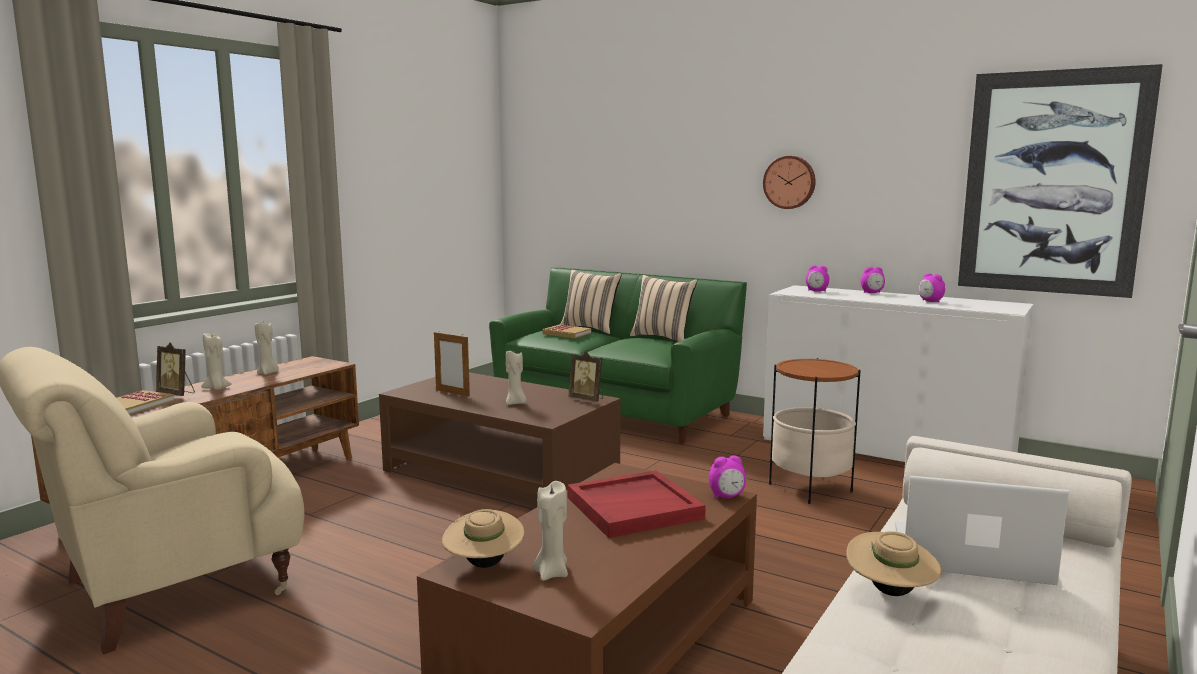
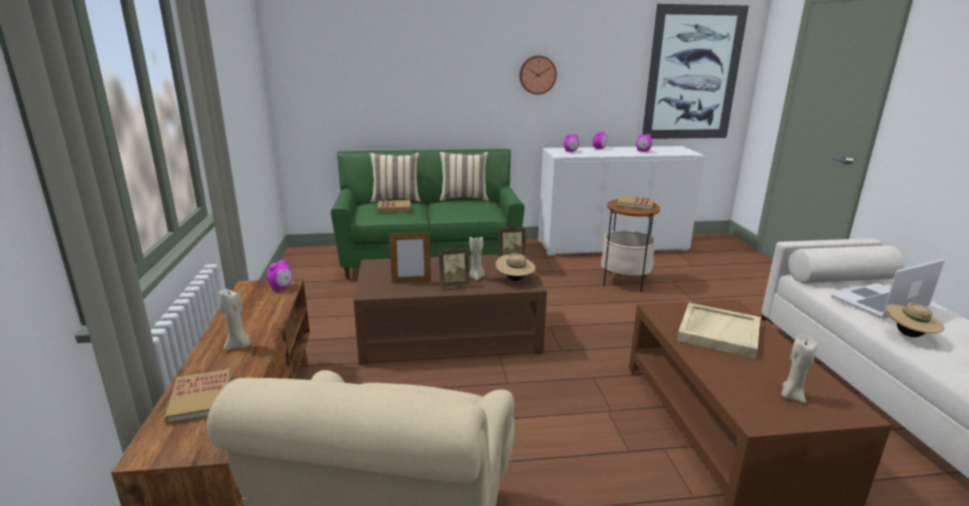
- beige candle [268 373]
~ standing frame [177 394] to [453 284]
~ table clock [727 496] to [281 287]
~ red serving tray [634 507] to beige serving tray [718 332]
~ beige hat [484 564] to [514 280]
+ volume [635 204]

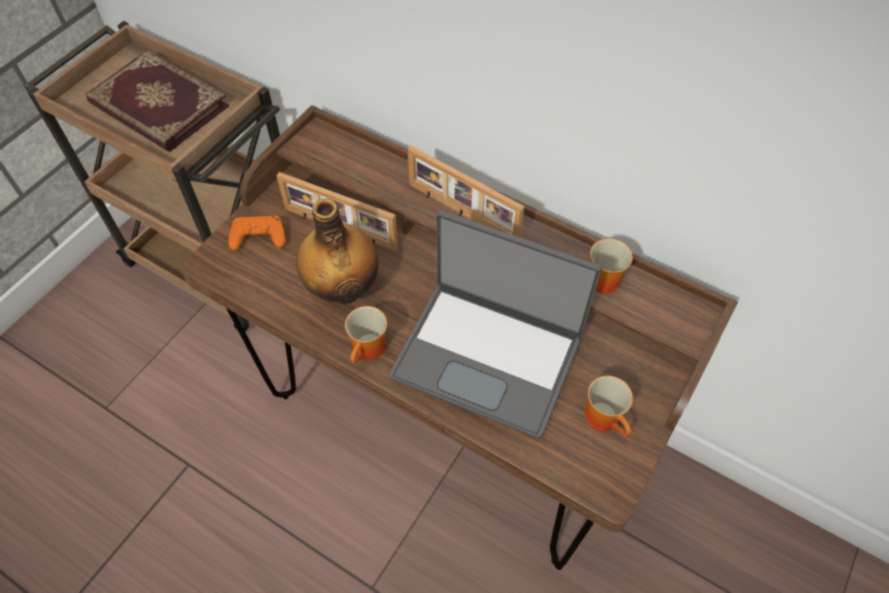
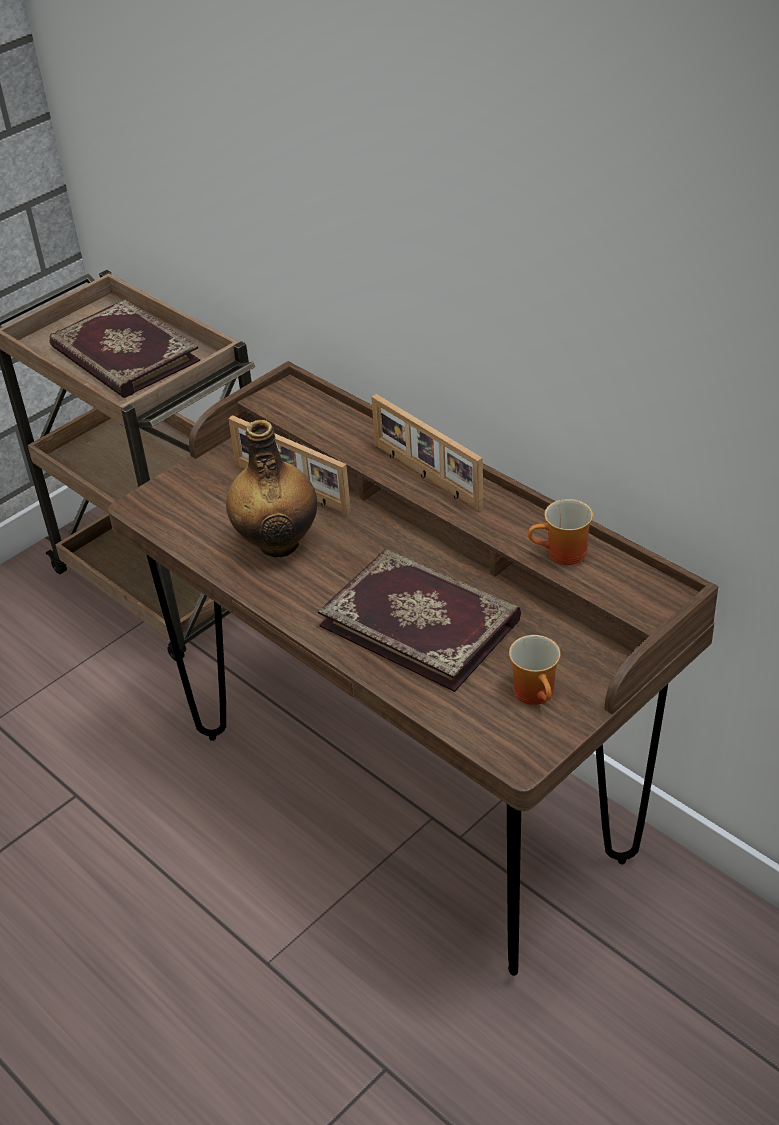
~ notebook computer [488 356] to volume [421 621]
- orange-coloured joypad [259 237]
- coffee mug [370 350]

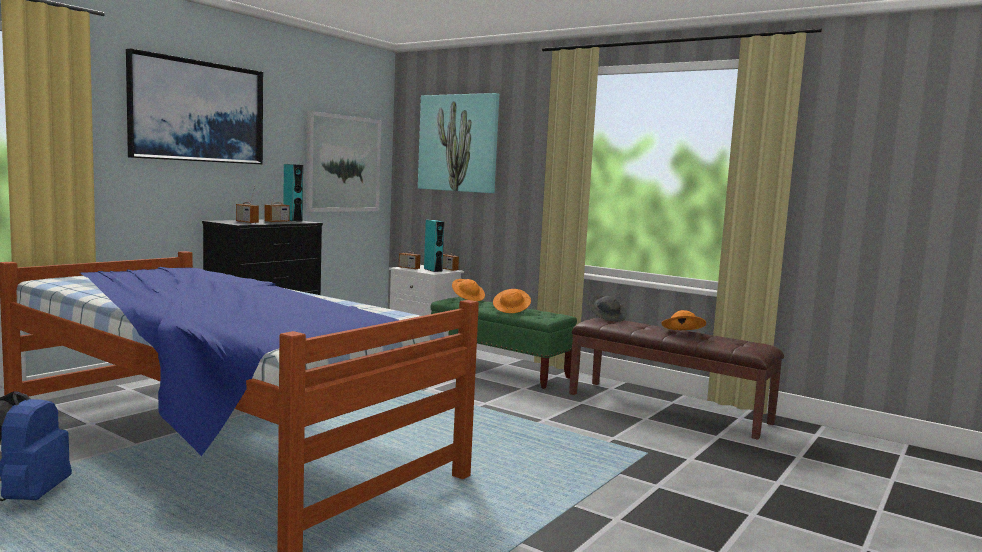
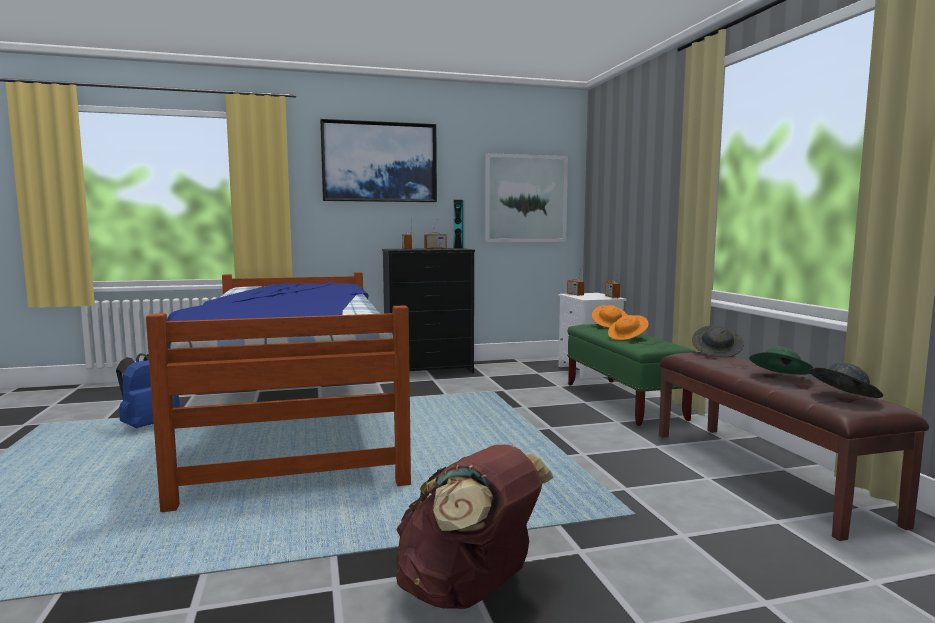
- wall art [459 143]
- turquoise-coloured audio speaker [433 270]
~ orange-coloured hat [682 334] to green hat [779 377]
+ gray hat [842 398]
+ brown-coloured rucksack [469 592]

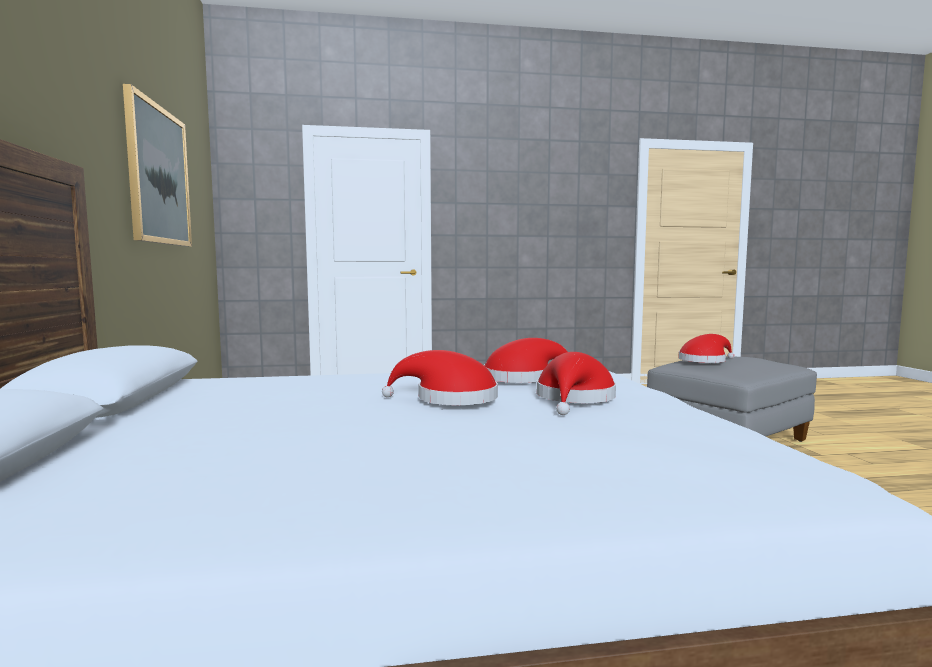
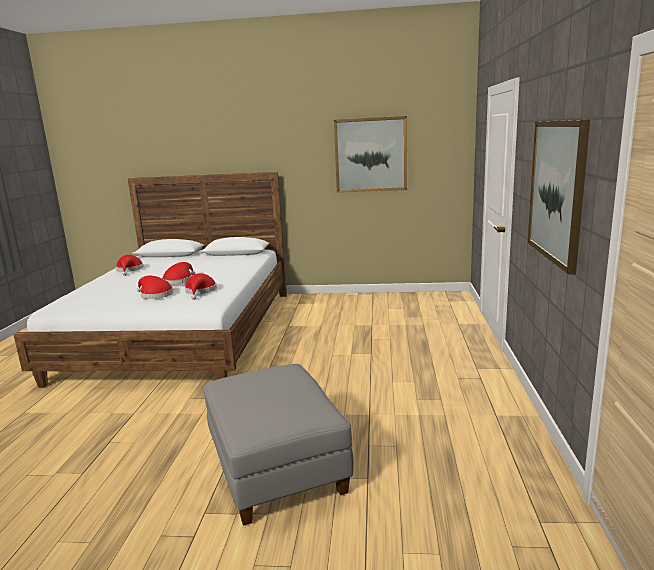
~ red hat [704 360] to [129 270]
+ wall art [557 191]

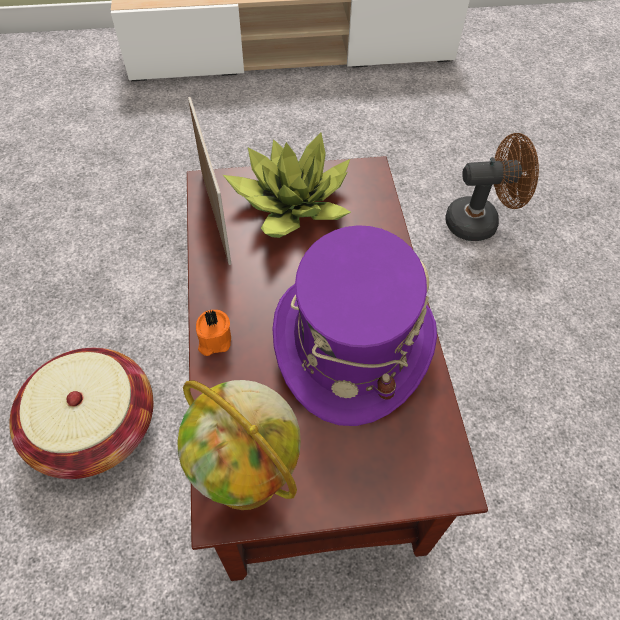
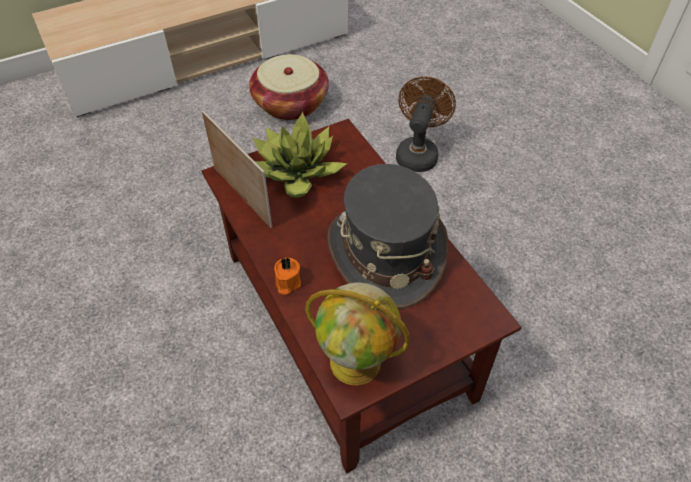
~ brown-coloured electric fan [479 222] = [418 153] 45 degrees counterclockwise
~ purple hat [351 343] to gray hat [385 253]
~ storage basket [95 426] to [290 104]

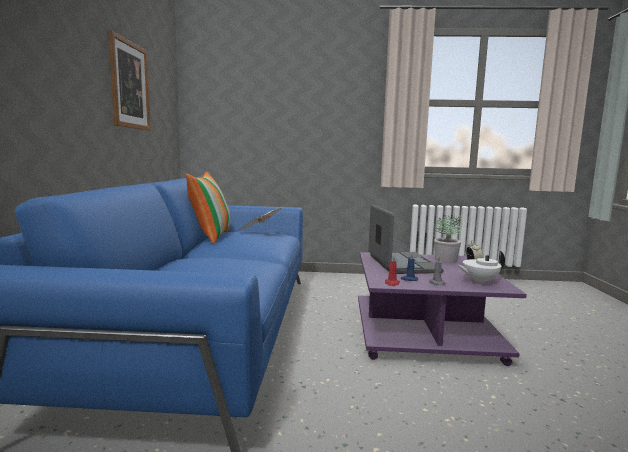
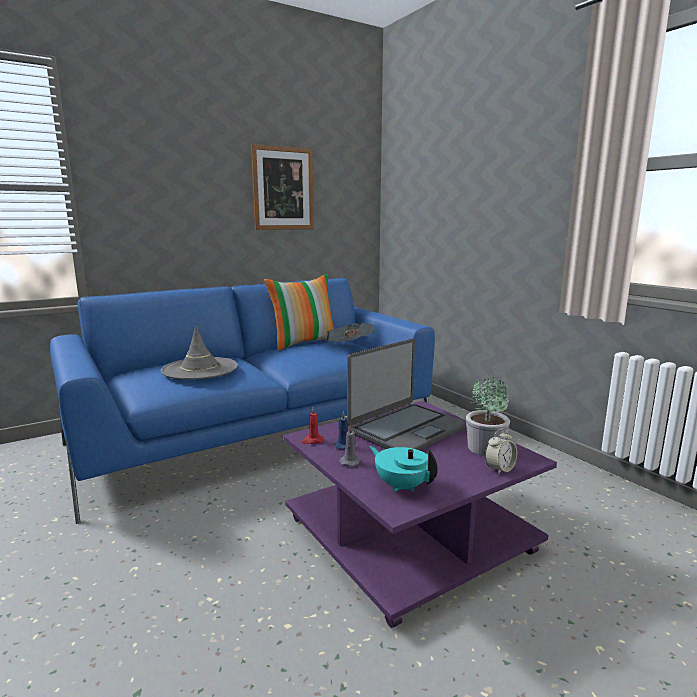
~ white-coloured tea pot [479 281] to turquoise-coloured tea pot [402 486]
+ gray hat [200 369]

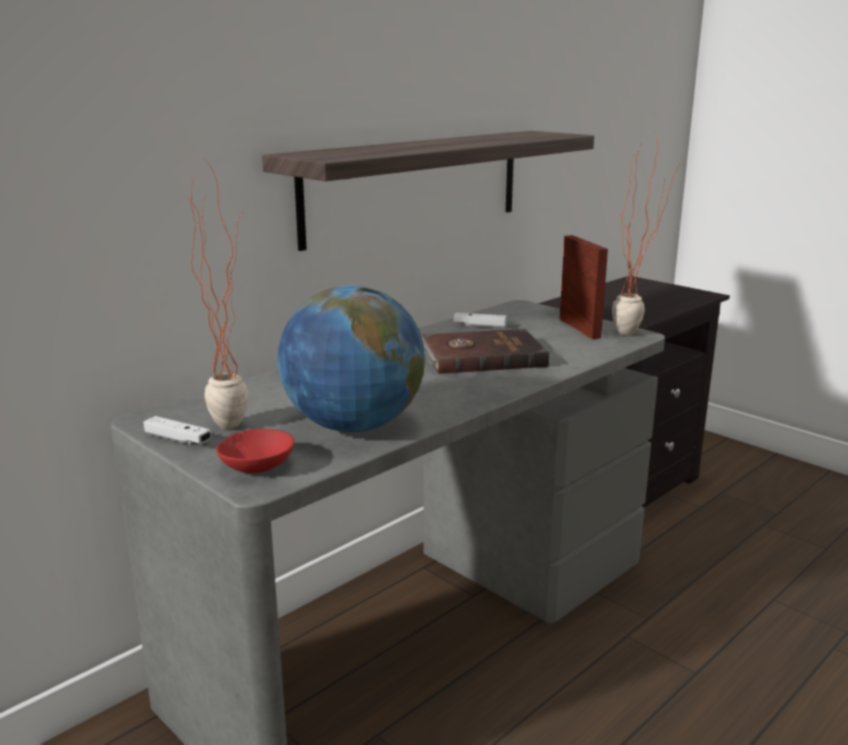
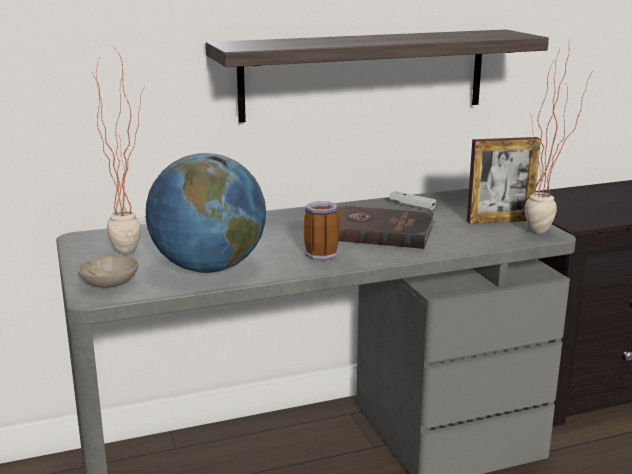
~ standing frame [579 328] = [499 220] 75 degrees clockwise
- white-coloured joypad [178 439]
~ red deep dish [258 466] to beige deep dish [110 284]
+ coffee mug [319 253]

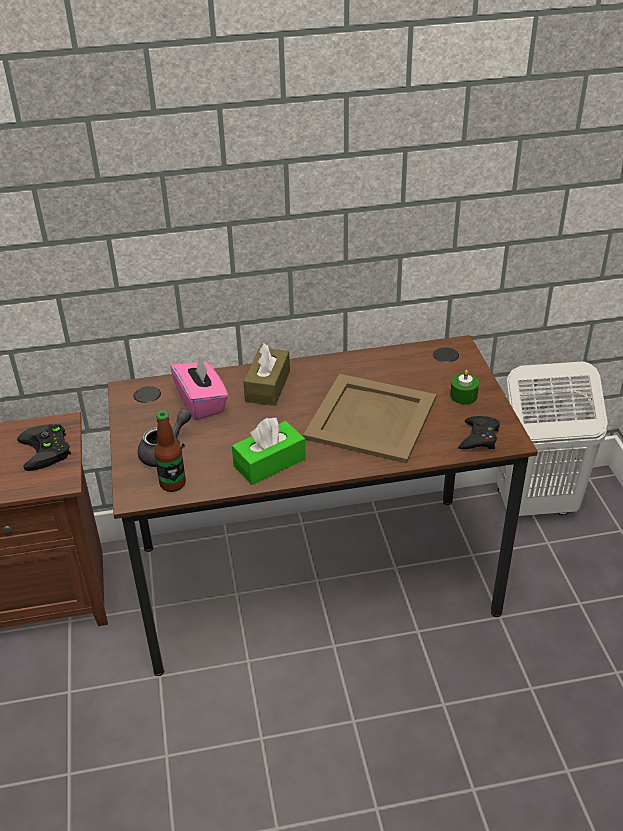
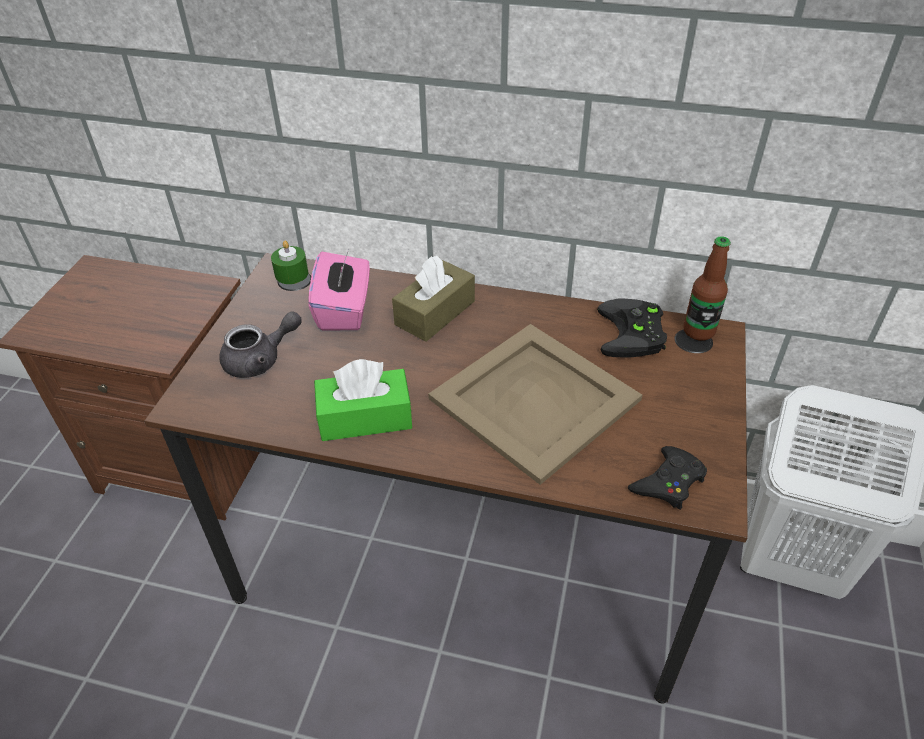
~ green candle [463 396] to [291 273]
~ drink bottle [173 484] to [698 331]
~ black-coloured joypad [47 450] to [634 335]

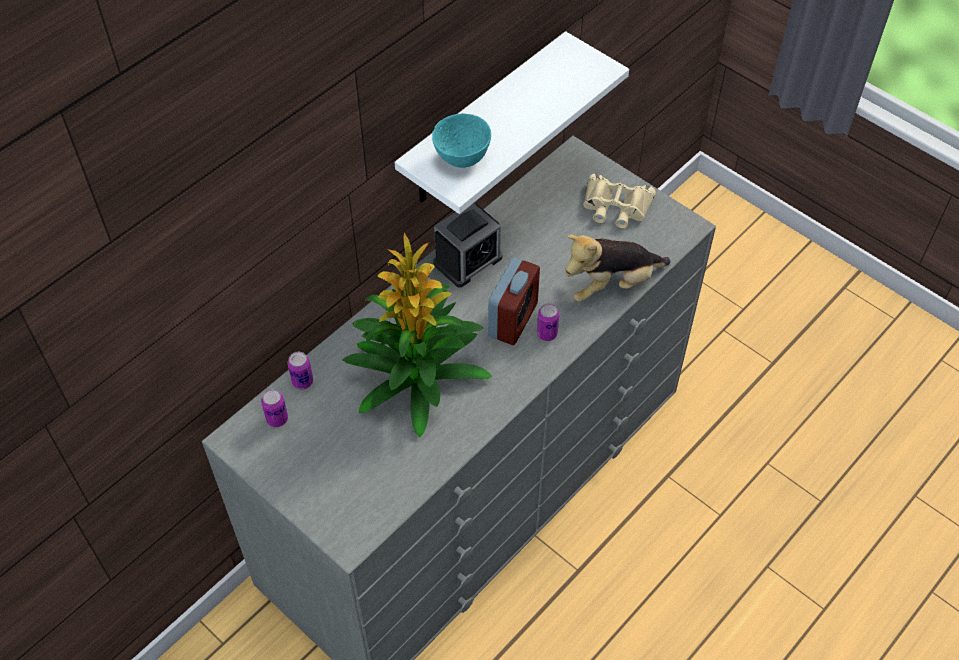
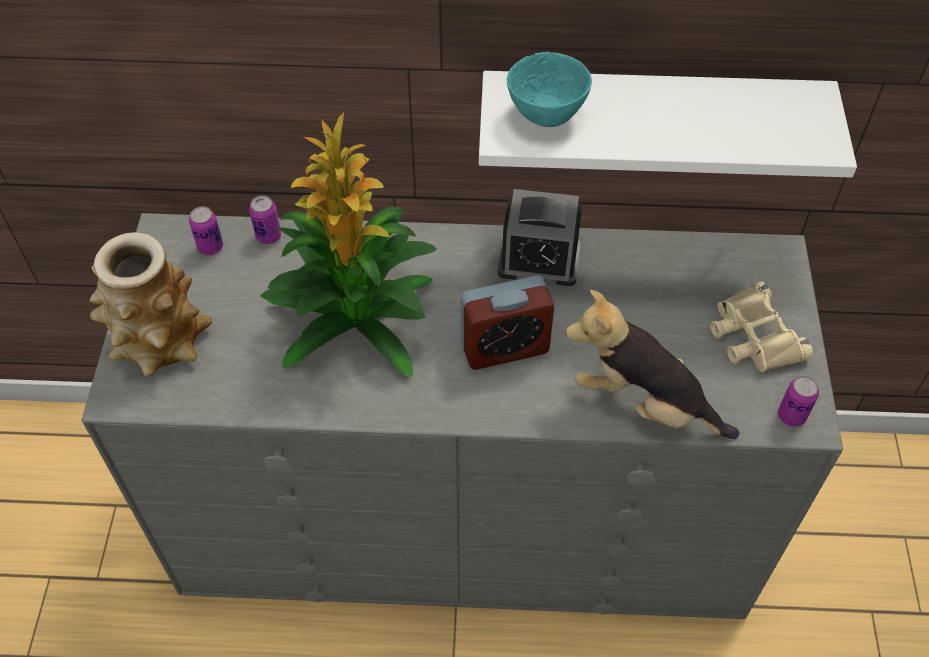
~ metal can [547 334] to [791 415]
+ vase [159 341]

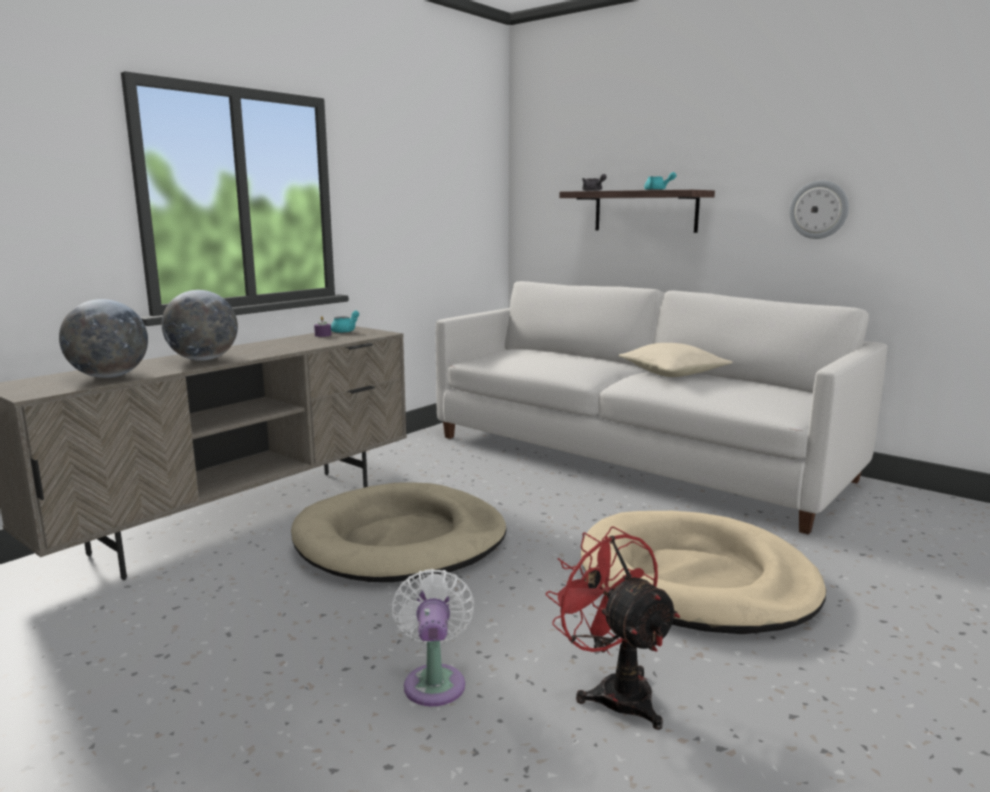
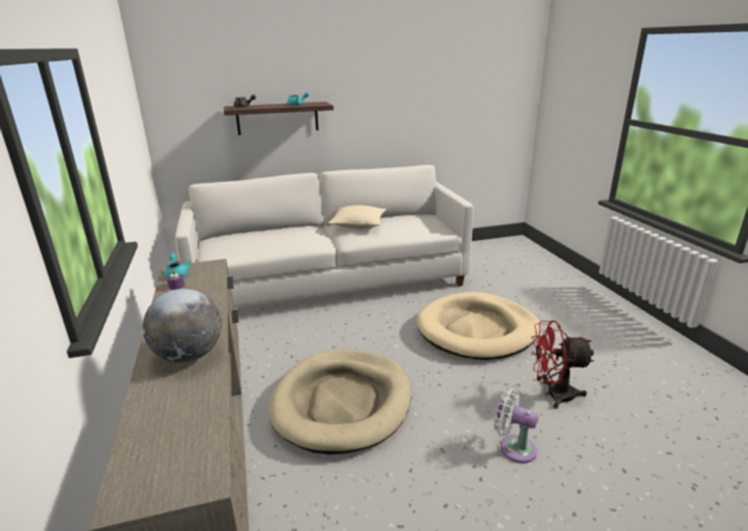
- hanging clock [819 210]
- desk globe [109 377]

